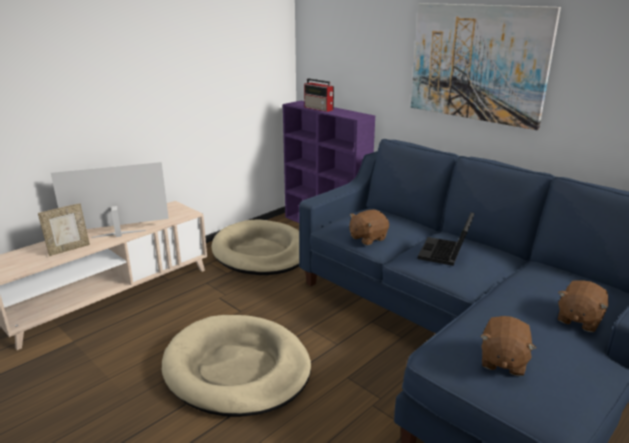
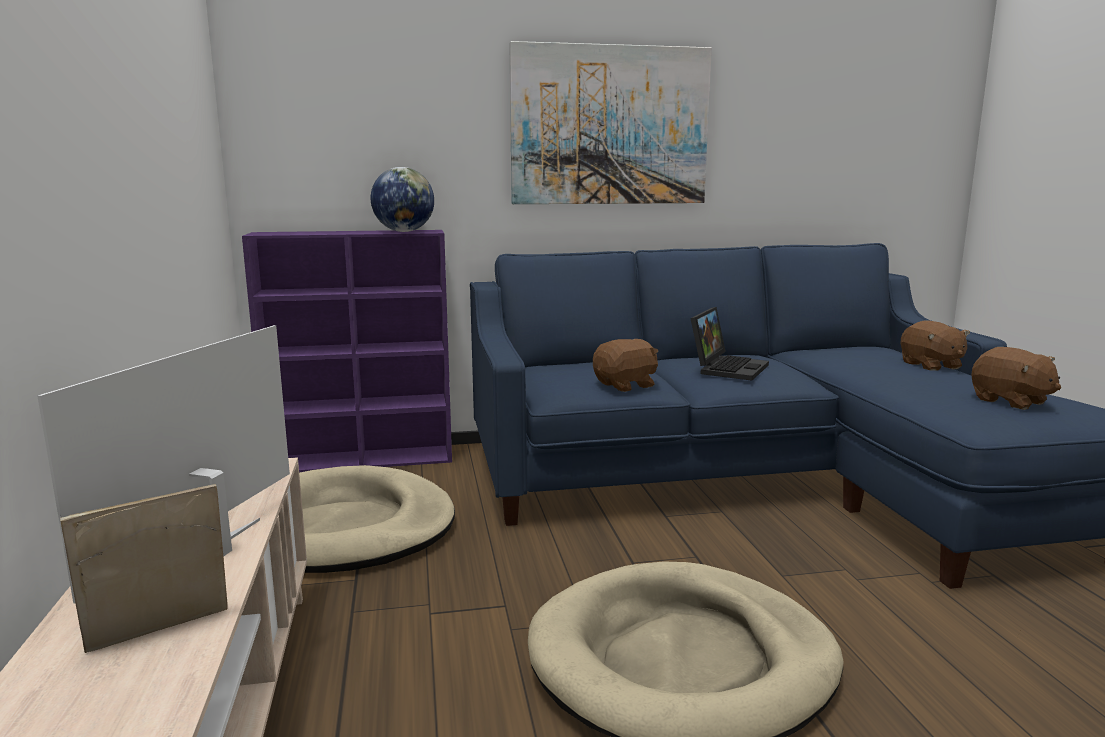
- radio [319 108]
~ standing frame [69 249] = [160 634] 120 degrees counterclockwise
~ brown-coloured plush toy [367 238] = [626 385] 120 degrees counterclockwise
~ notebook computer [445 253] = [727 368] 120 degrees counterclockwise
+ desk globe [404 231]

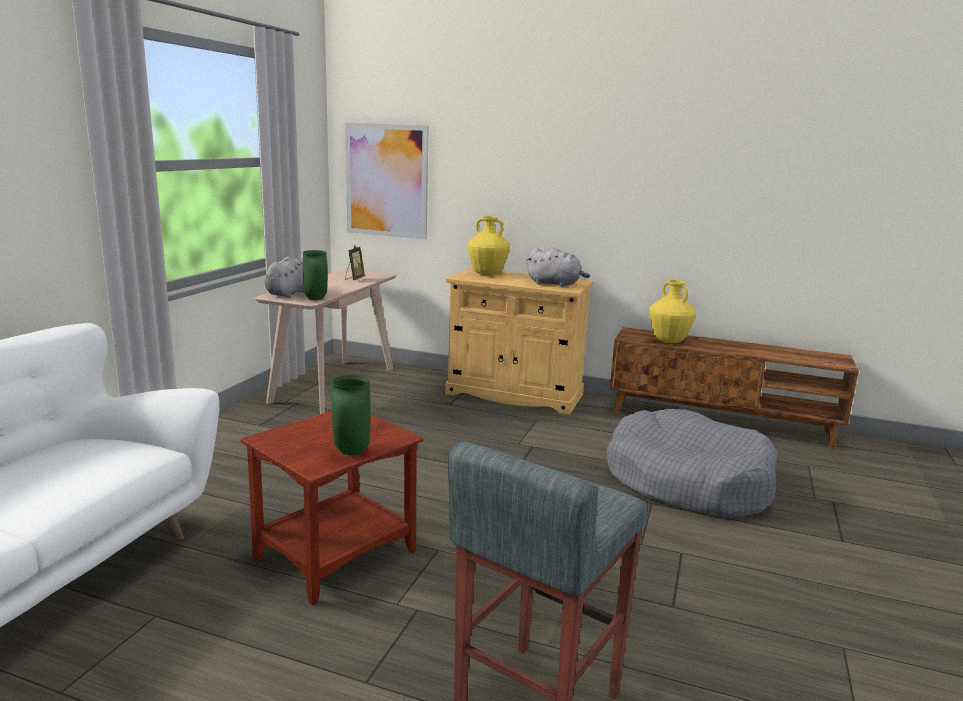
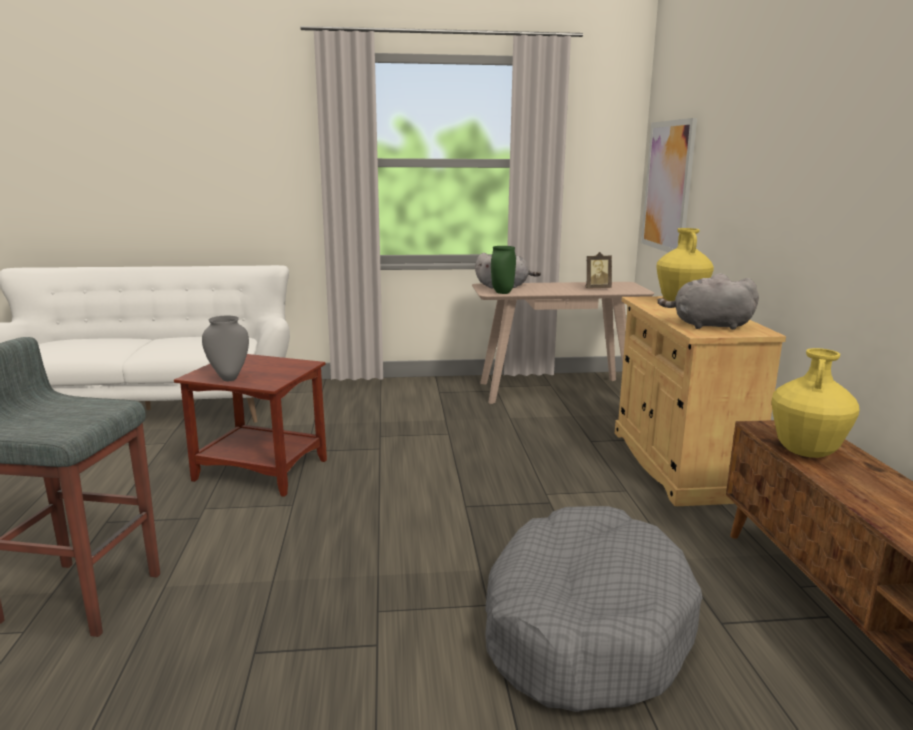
~ gray plush toy [555 284] = [708 326] 105 degrees clockwise
~ green vase [351 451] to gray vase [229 378]

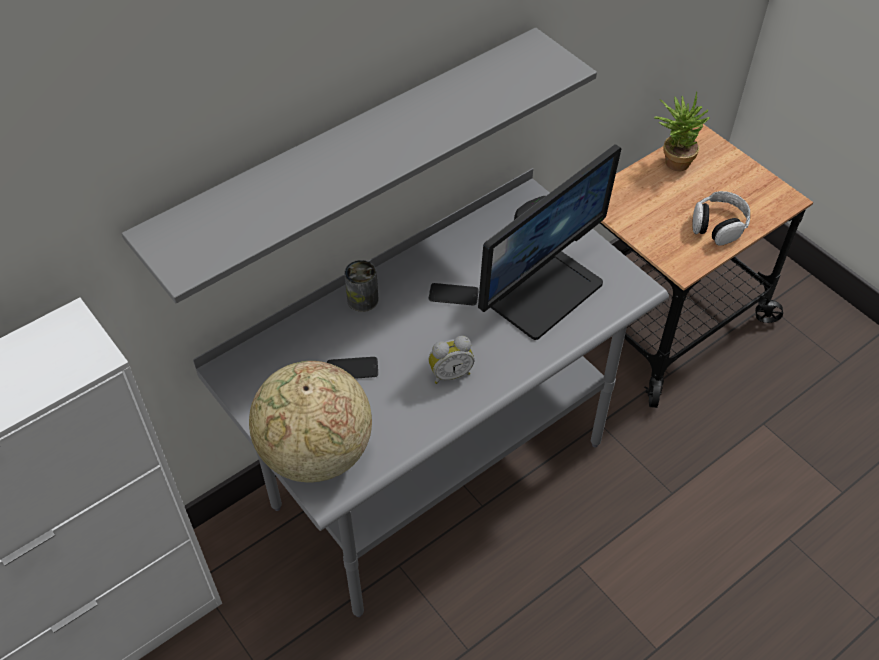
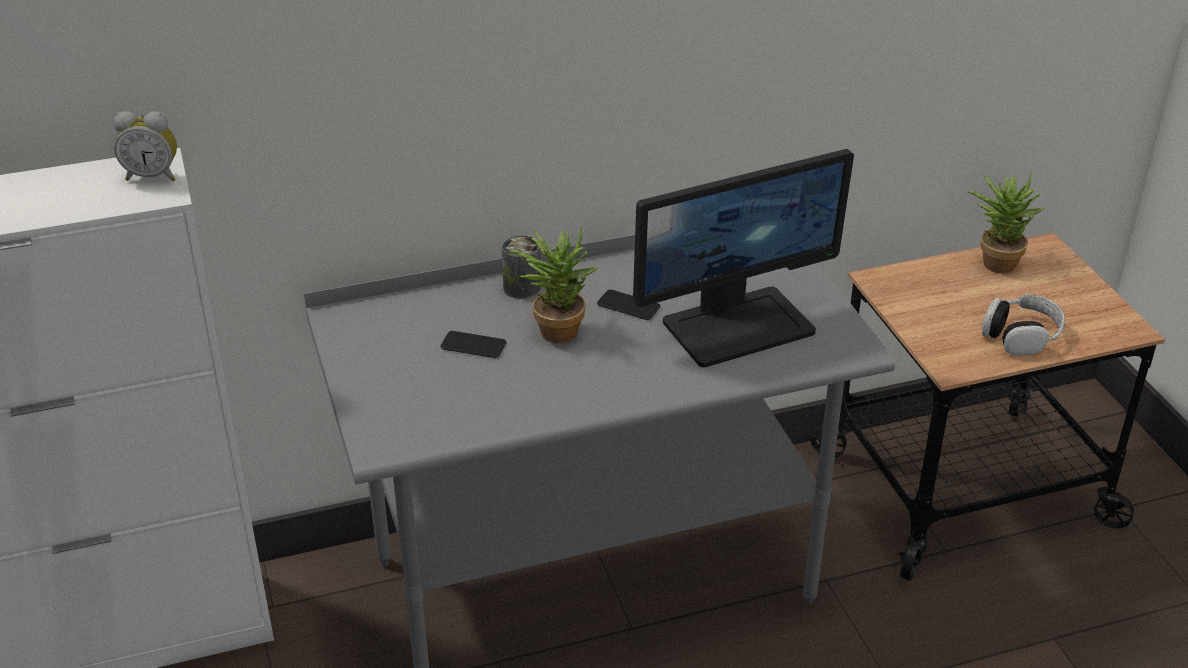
- gray wall shelf [350 155]
~ table clock [450 373] to [153 176]
- desk globe [315 453]
+ potted plant [555 328]

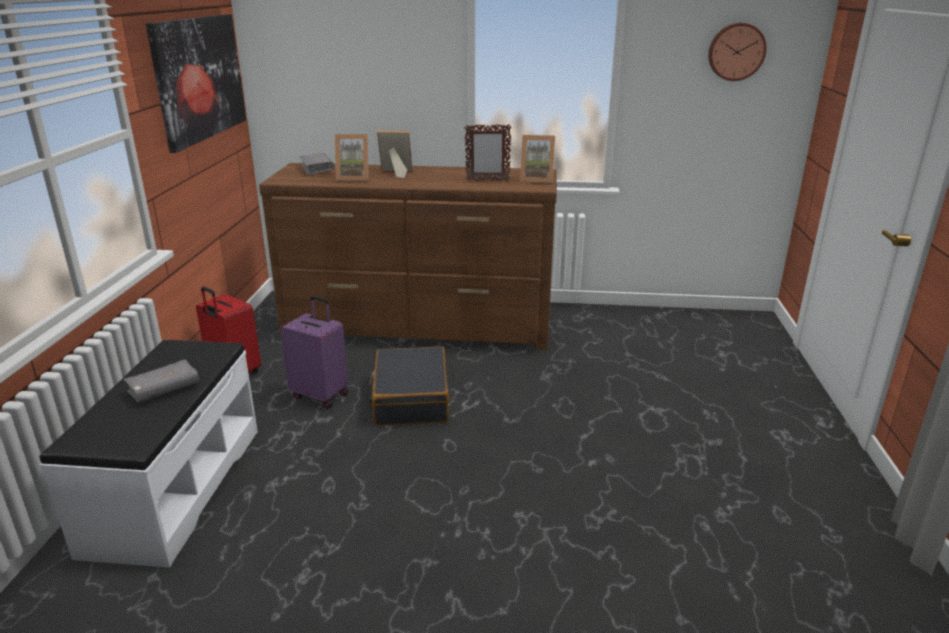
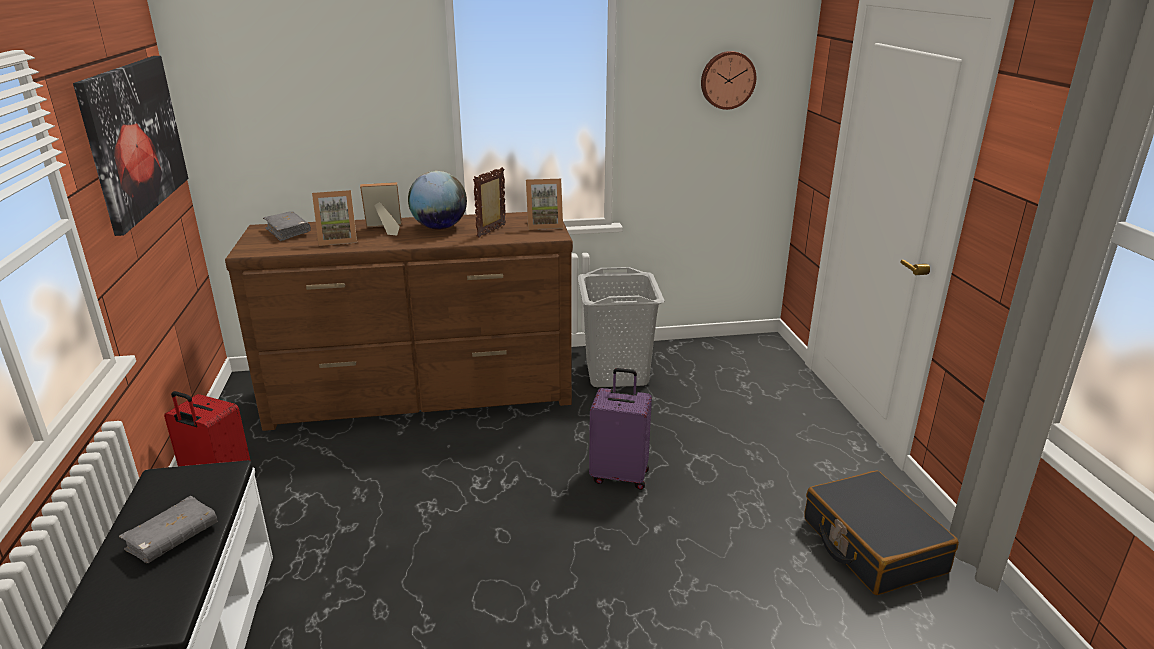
~ standing frame [487 180] = [492 231] 135 degrees clockwise
~ purple travel case [321 395] to [620 475]
~ black-coloured travel case [410 399] to [872 545]
+ desk globe [439 228]
+ gray washing basket [617 373]

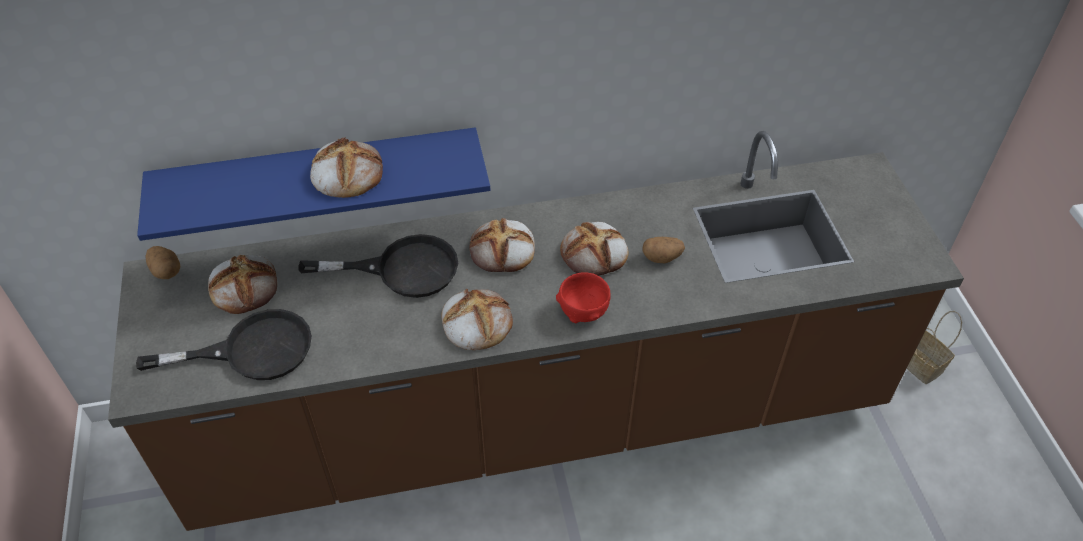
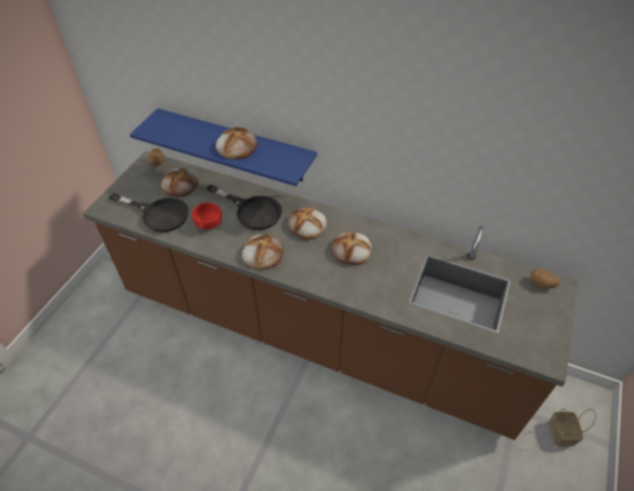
~ potato [662 257] to [542 284]
~ red deep dish [583 310] to [208 224]

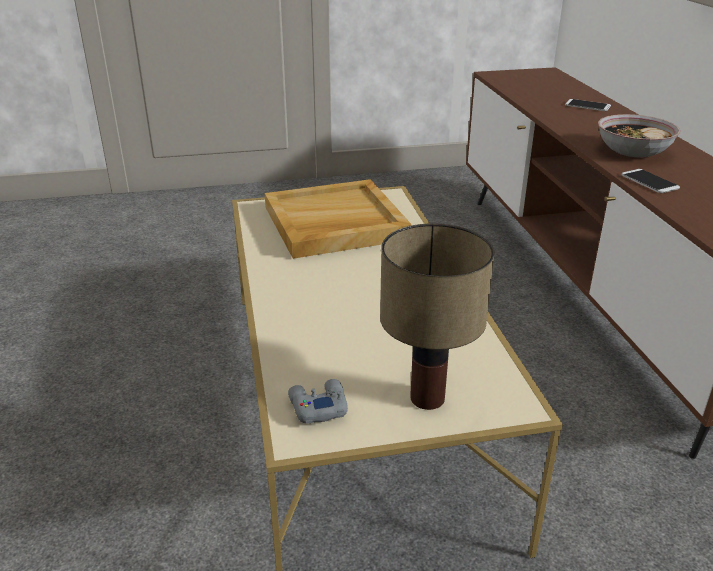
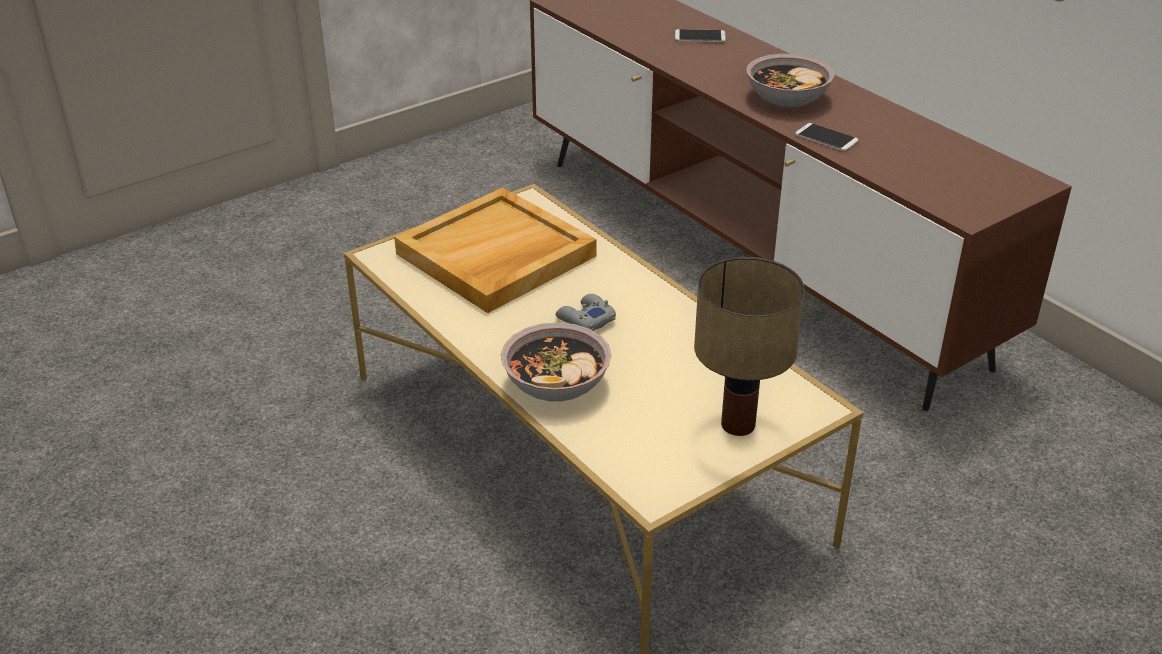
~ gray joypad [317 406] to [585 319]
+ deep dish [556 384]

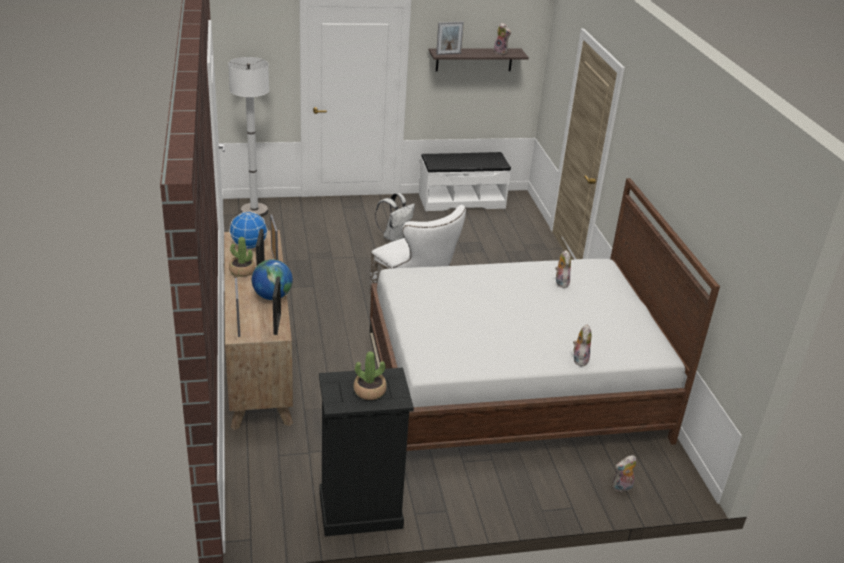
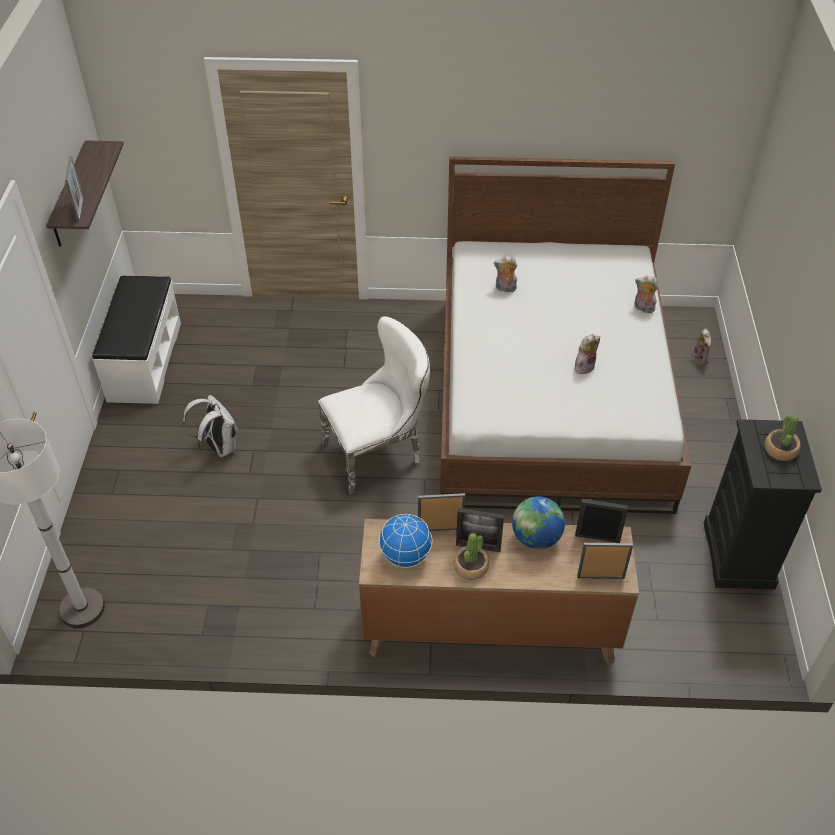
~ plush toy [501 52] to [584 366]

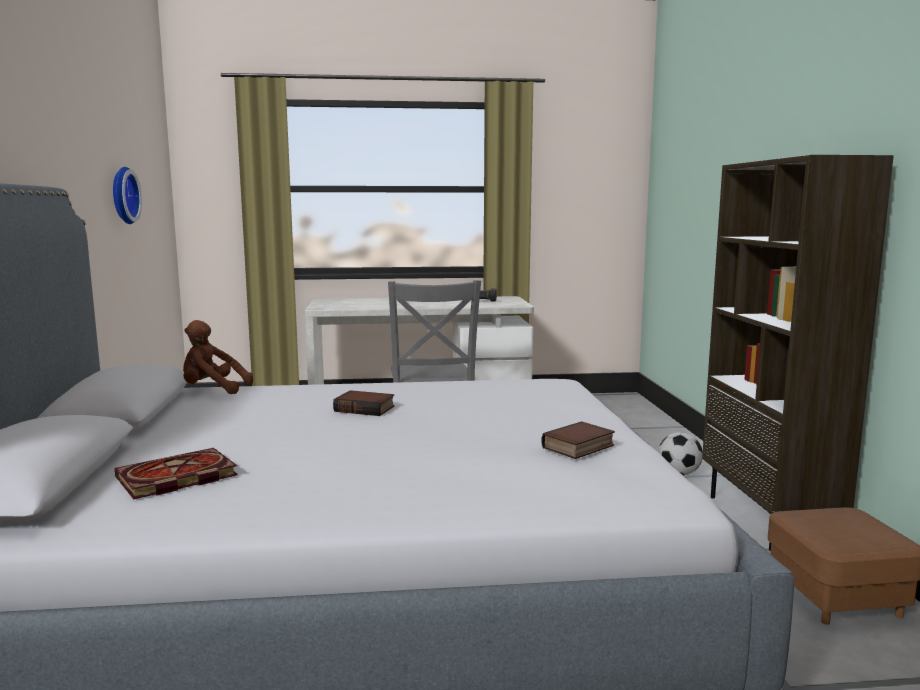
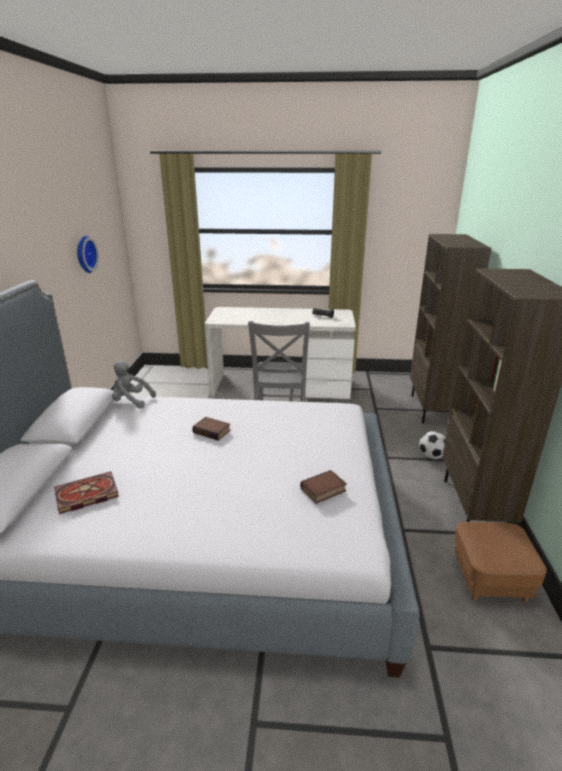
~ brown-coloured plush toy [212 390] to gray plush toy [131 401]
+ brown-coloured bookcase [431 409]

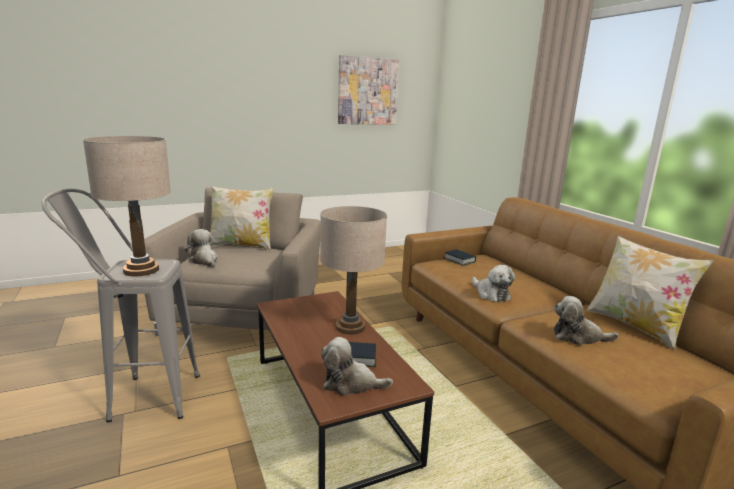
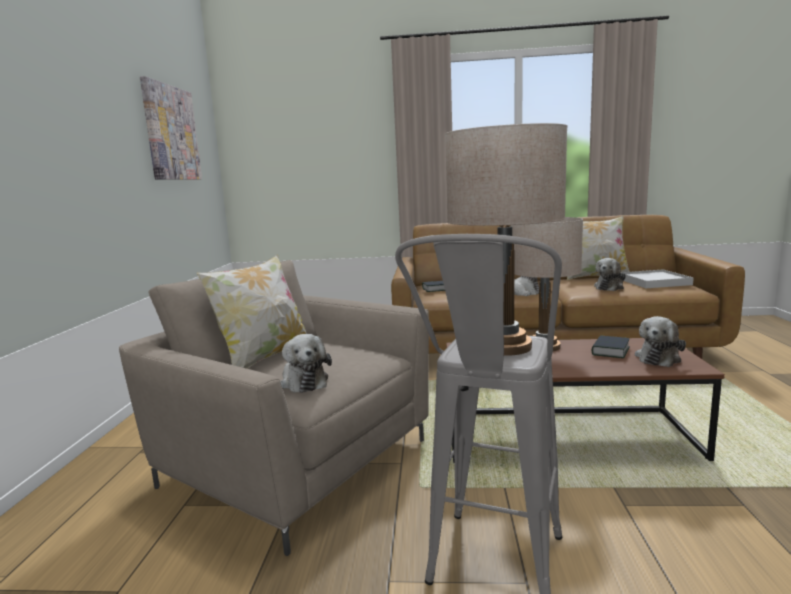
~ plush toy [204 261] = [303 381] 105 degrees counterclockwise
+ white-coloured serving tray [654 282]

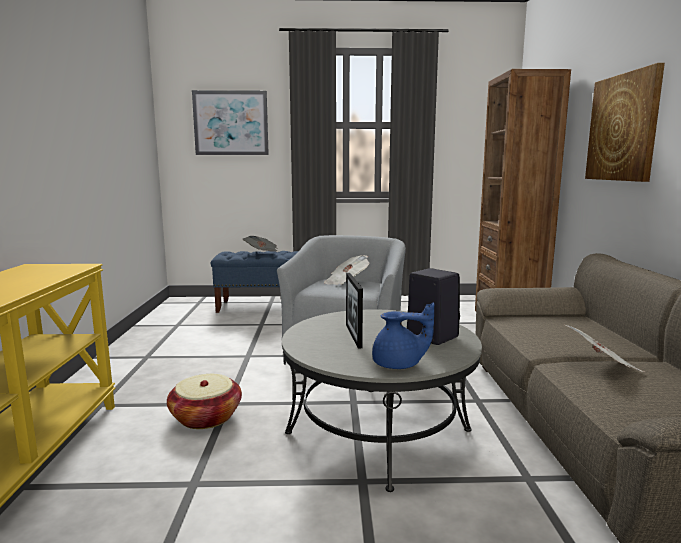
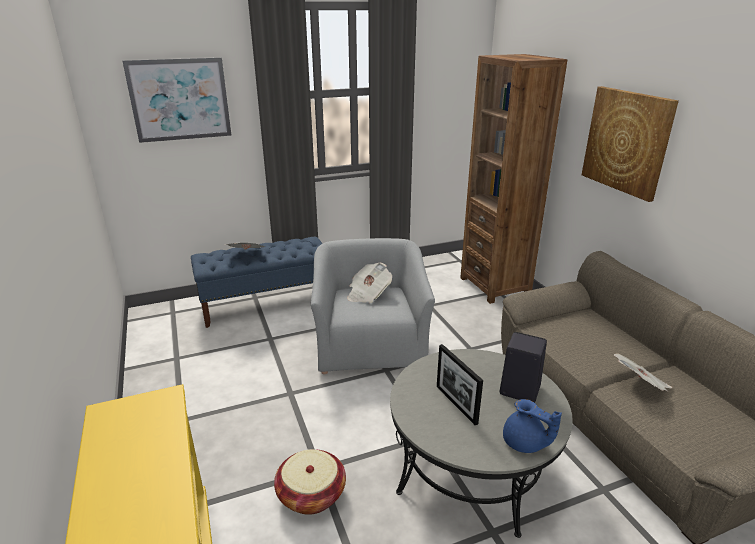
~ blue-coloured tea pot [399 365] = [525 444] 60 degrees clockwise

